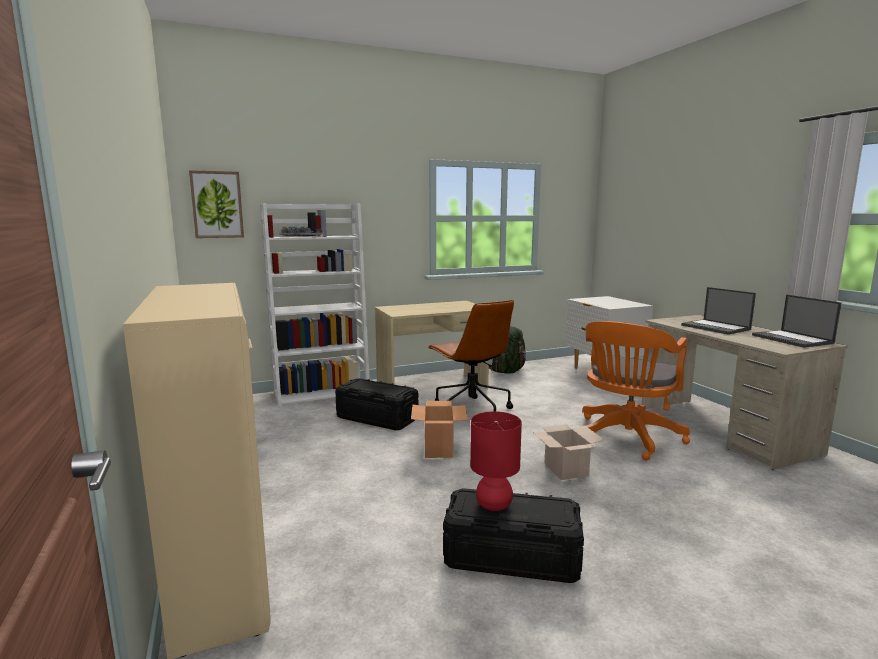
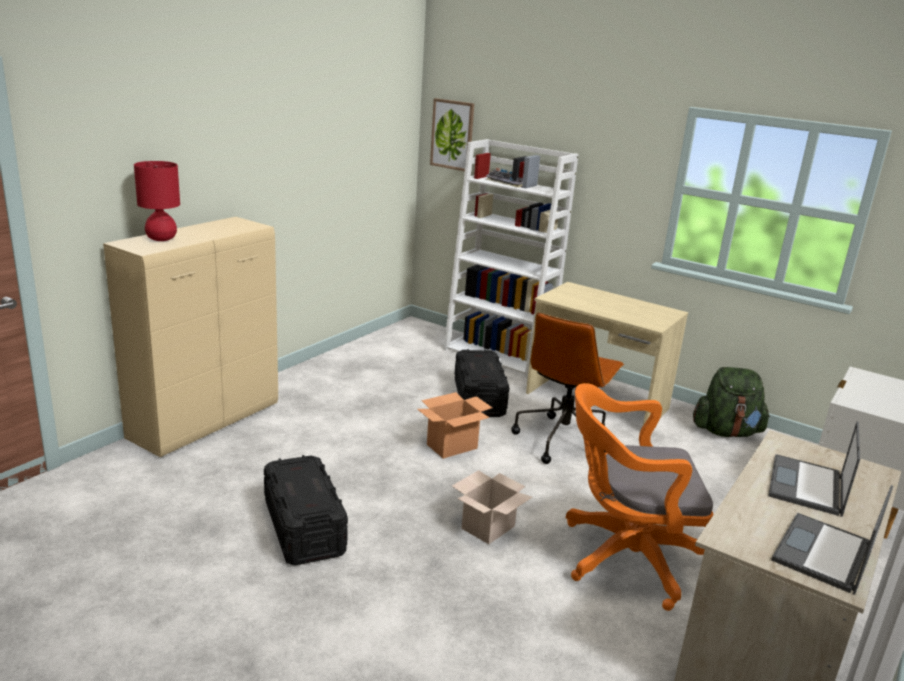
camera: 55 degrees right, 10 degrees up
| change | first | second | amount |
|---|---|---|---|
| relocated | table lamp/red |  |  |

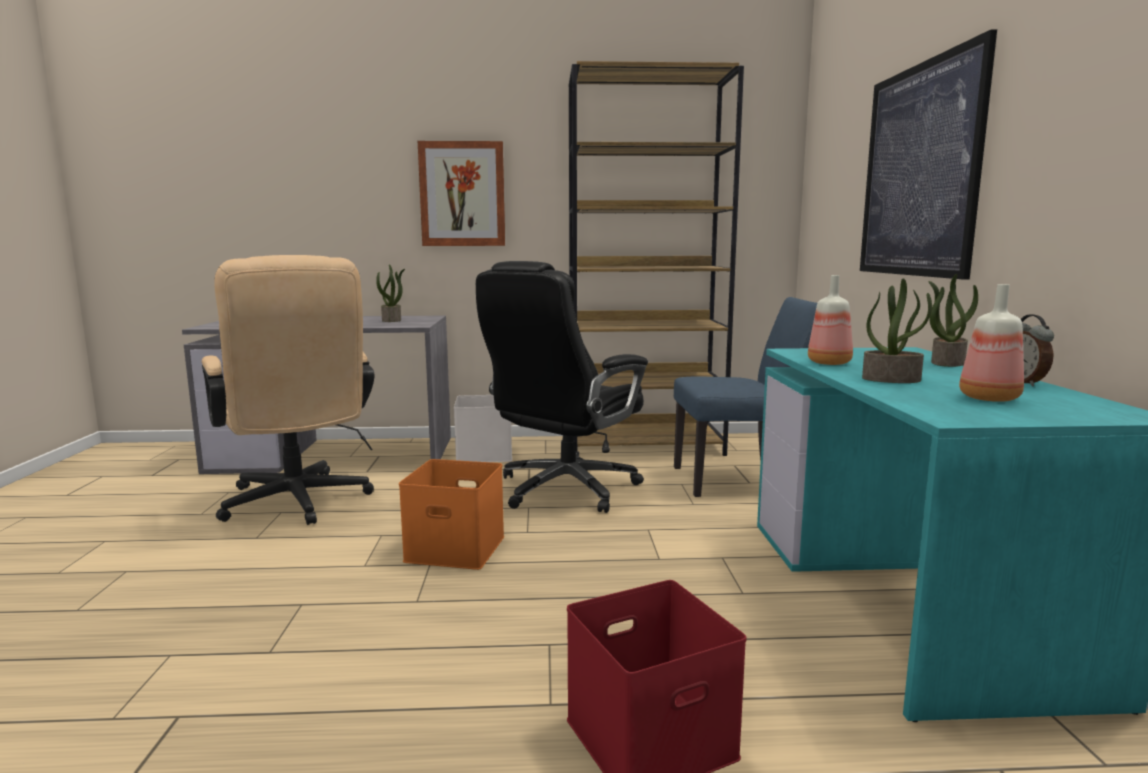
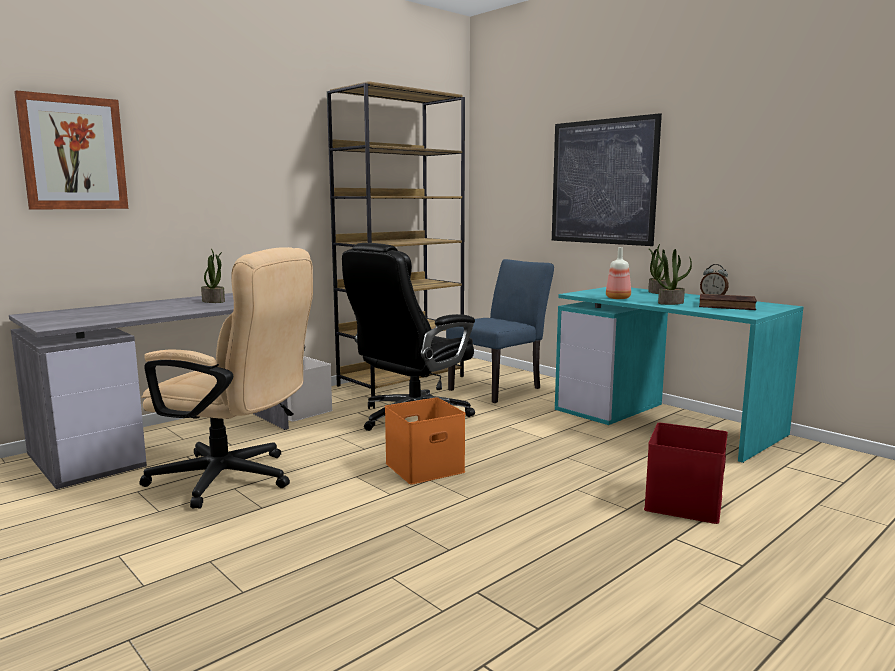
camera: 40 degrees left, 0 degrees up
| change | first | second | amount |
|---|---|---|---|
| relocated | picture (no. 1 from left) |  |  |
| spun | office chair/black |  | 45 degrees clockwise |
| exchanged | bottle (no. 2 from left) | book/brown |  |

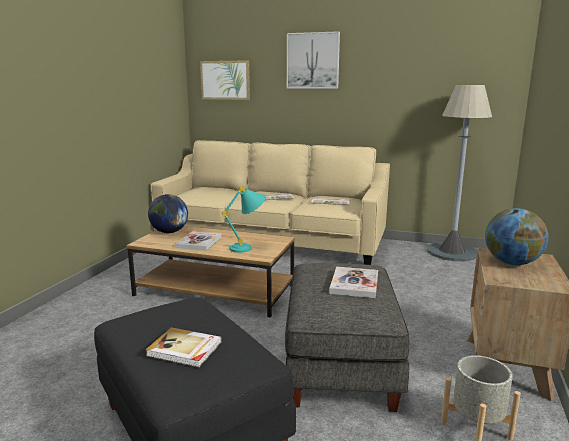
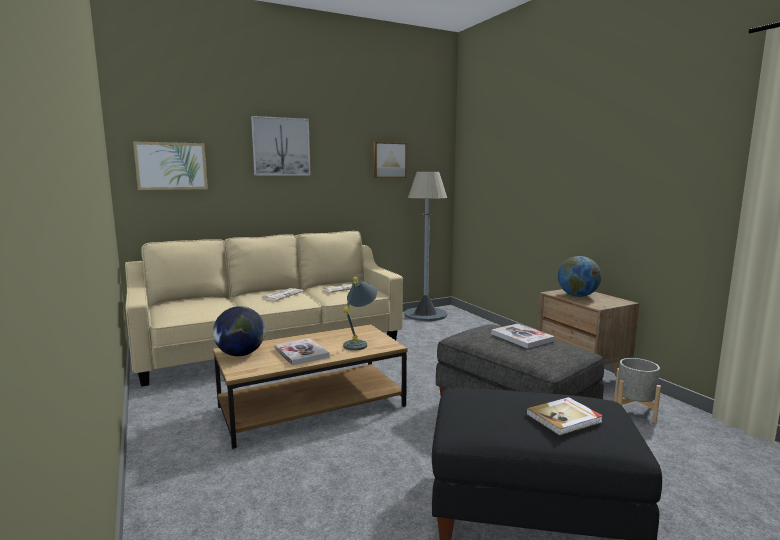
camera: 45 degrees left, 5 degrees down
| change | first | second | amount |
|---|---|---|---|
| colour | table lamp/turquoise | table lamp/grey |  |
| appeared |  | picture (no. 3 from left) |  |

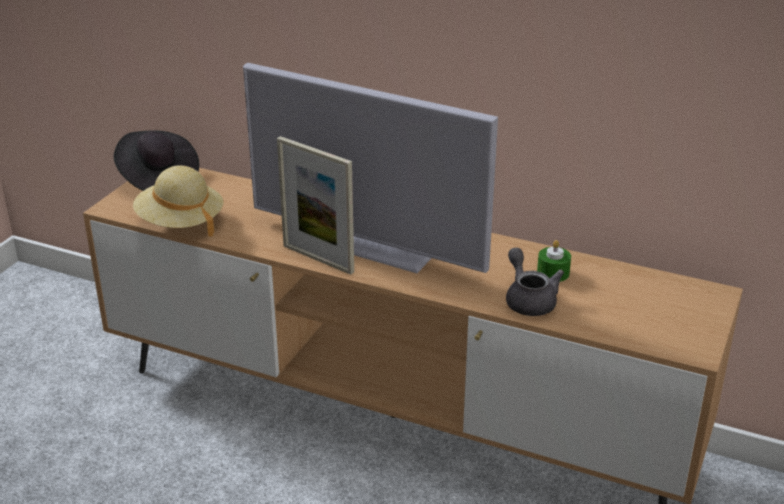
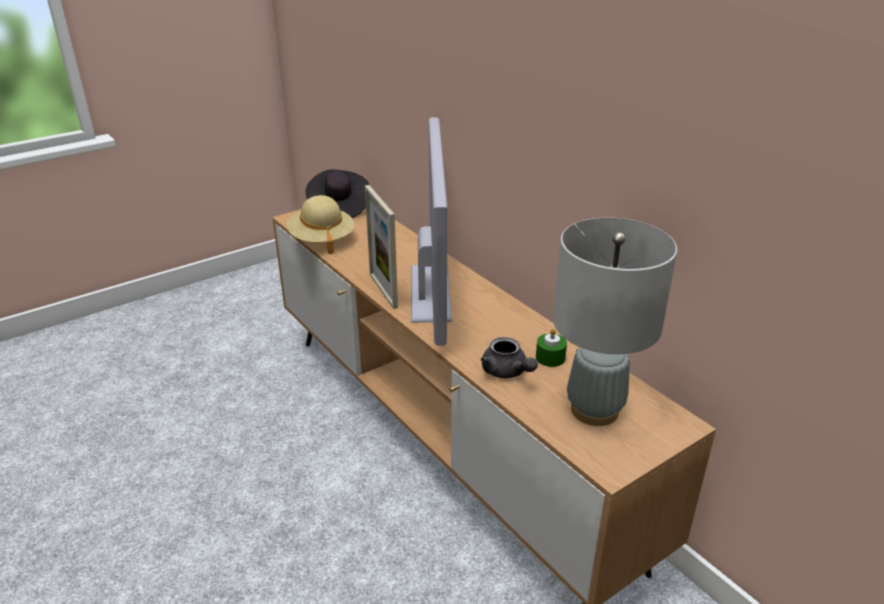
camera: 30 degrees right, 0 degrees up
| change | first | second | amount |
|---|---|---|---|
| spun | television |  | 150 degrees counterclockwise |
| spun | teapot/grey |  | 135 degrees clockwise |
| appeared |  | table lamp/grey |  |

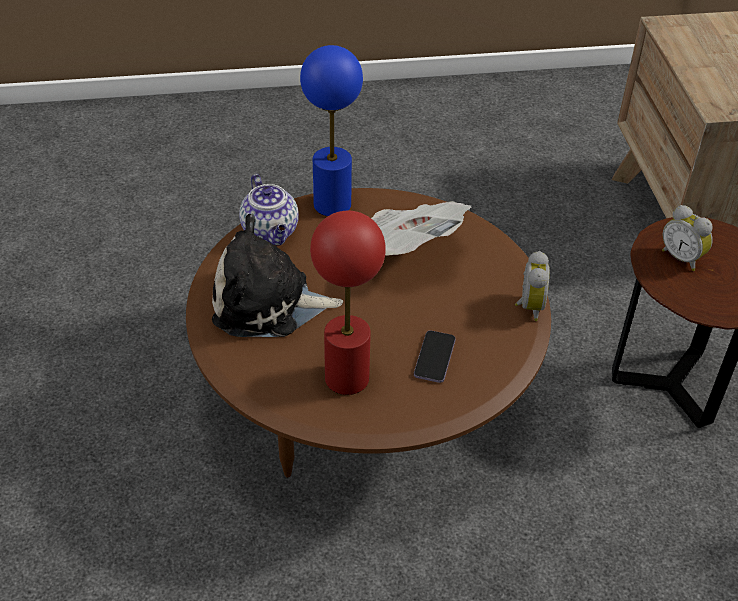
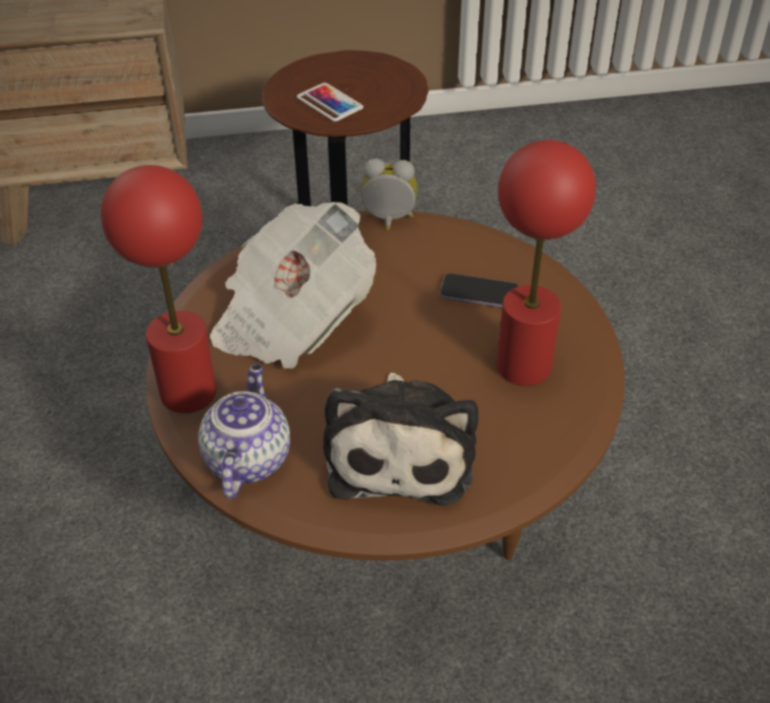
camera: 90 degrees left, 0 degrees up
| change | first | second | amount |
|---|---|---|---|
| colour | table lamp/blue | table lamp/red (no. 1 from left) |  |
| spun | teapot |  | 60 degrees counterclockwise |
| exchanged | alarm clock (no. 2 from left) | phone (no. 1 from left) |  |

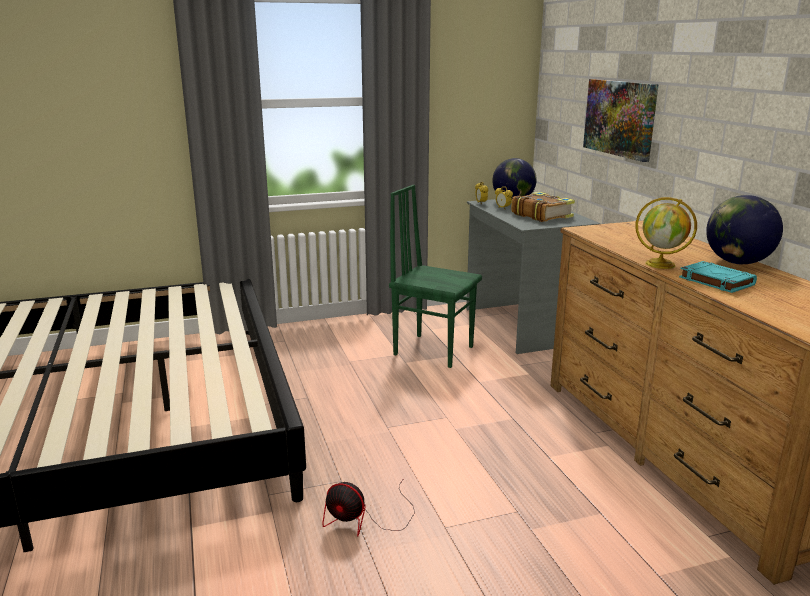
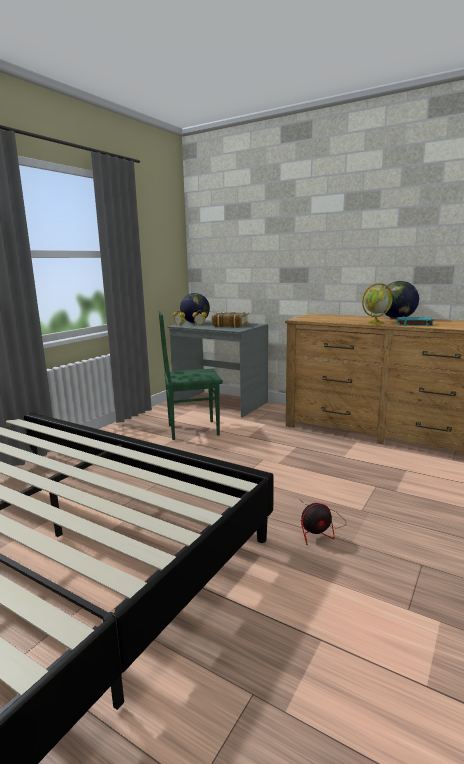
camera: 40 degrees left, 5 degrees down
| change | first | second | amount |
|---|---|---|---|
| missing | picture |  |  |

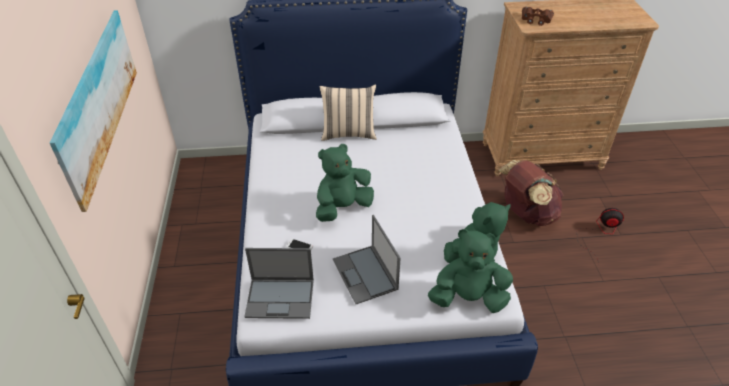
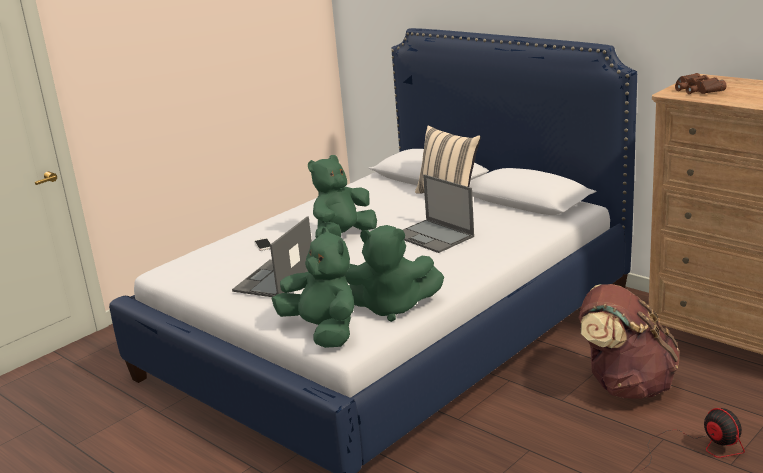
camera: 50 degrees right, 20 degrees down
| change | first | second | amount |
|---|---|---|---|
| missing | picture |  |  |
| spun | plush toy/green (no. 1 from left in the first image) | plush toy/green (no. 2 from left) | 60 degrees counterclockwise |
| relocated | laptop (no. 1 from left in the first image) | laptop (no. 2 from left) |  |

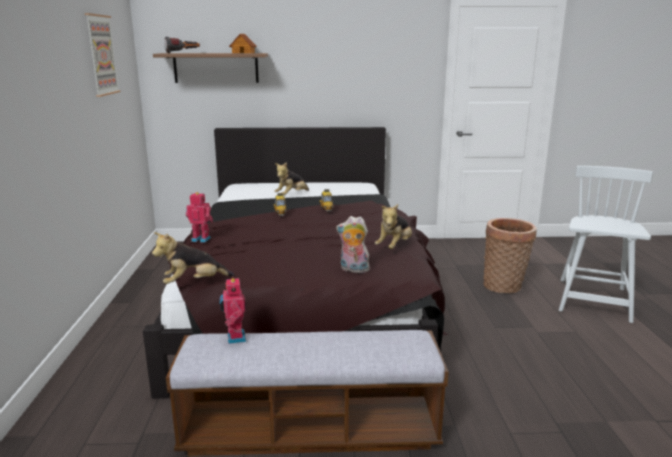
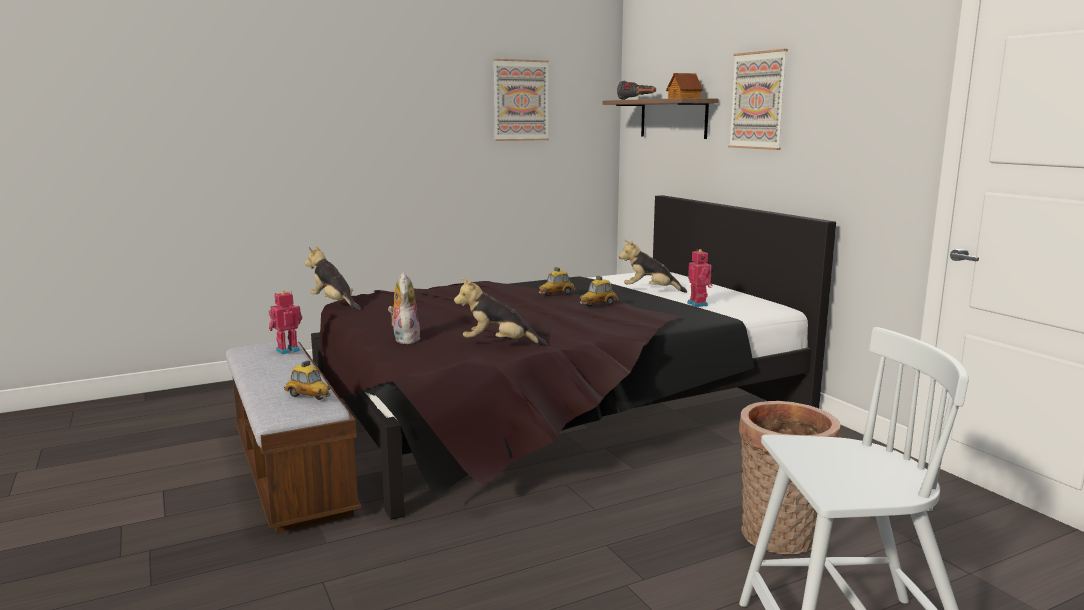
camera: 65 degrees right, 5 degrees down
| change | first | second | amount |
|---|---|---|---|
| relocated | toy robot (no. 1 from left in the first image) | toy robot (no. 2 from left) |  |
| appeared |  | picture (no. 2 from left) |  |
| appeared |  | toy car (no. 1 from left) |  |

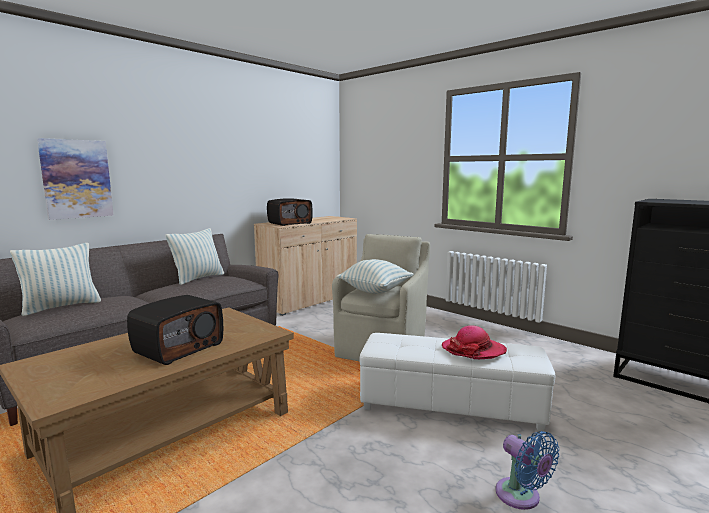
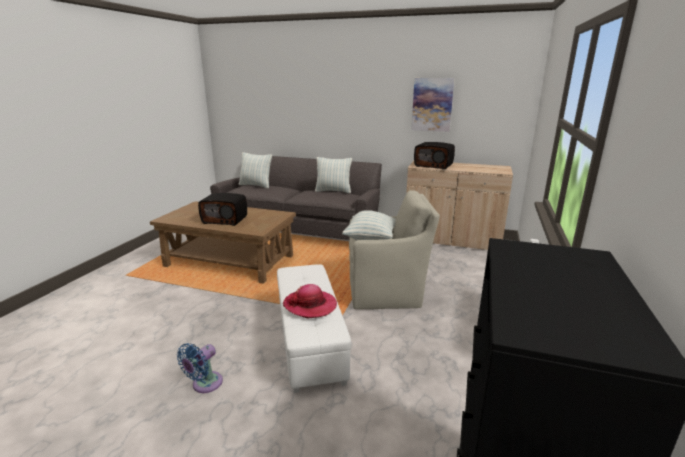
camera: 65 degrees right, 10 degrees up
| change | first | second | amount |
|---|---|---|---|
| relocated | picture |  |  |

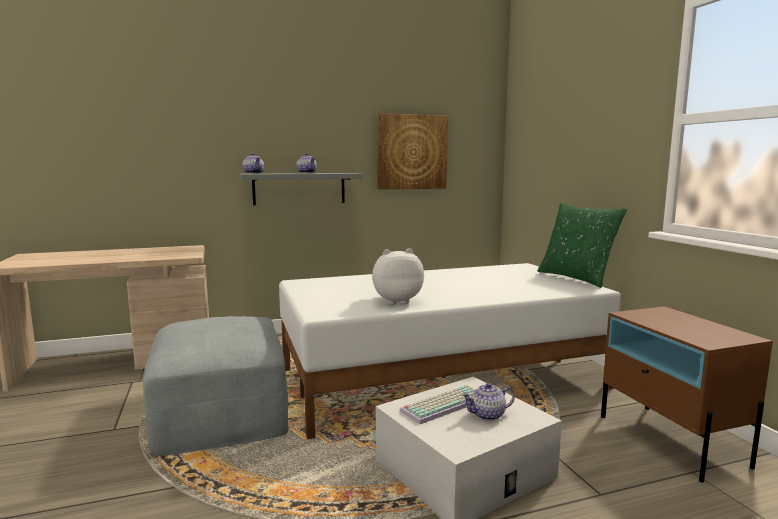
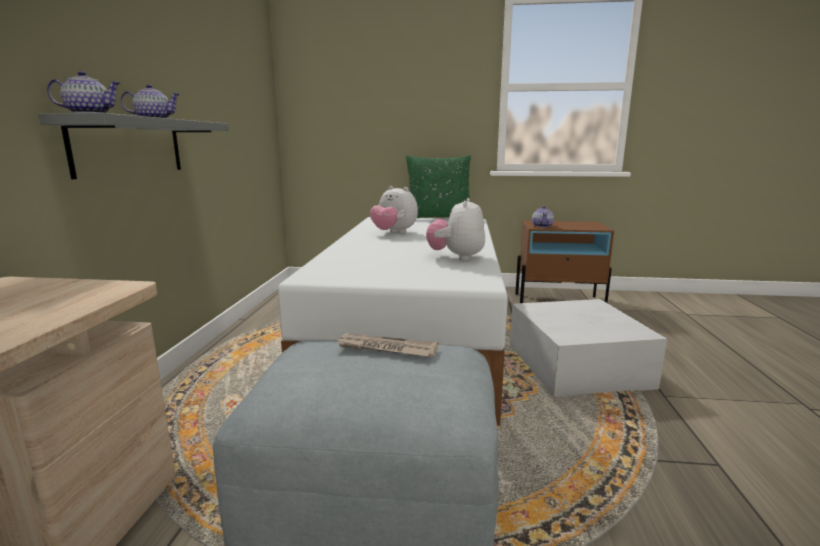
camera: 65 degrees left, 5 degrees up
| change | first | second | amount |
|---|---|---|---|
| missing | picture |  |  |
| relocated | teapot (no. 3 from left) |  |  |
| missing | keyboard |  |  |
| appeared |  | plush toy (no. 1 from left) |  |
| appeared |  | newspaper |  |

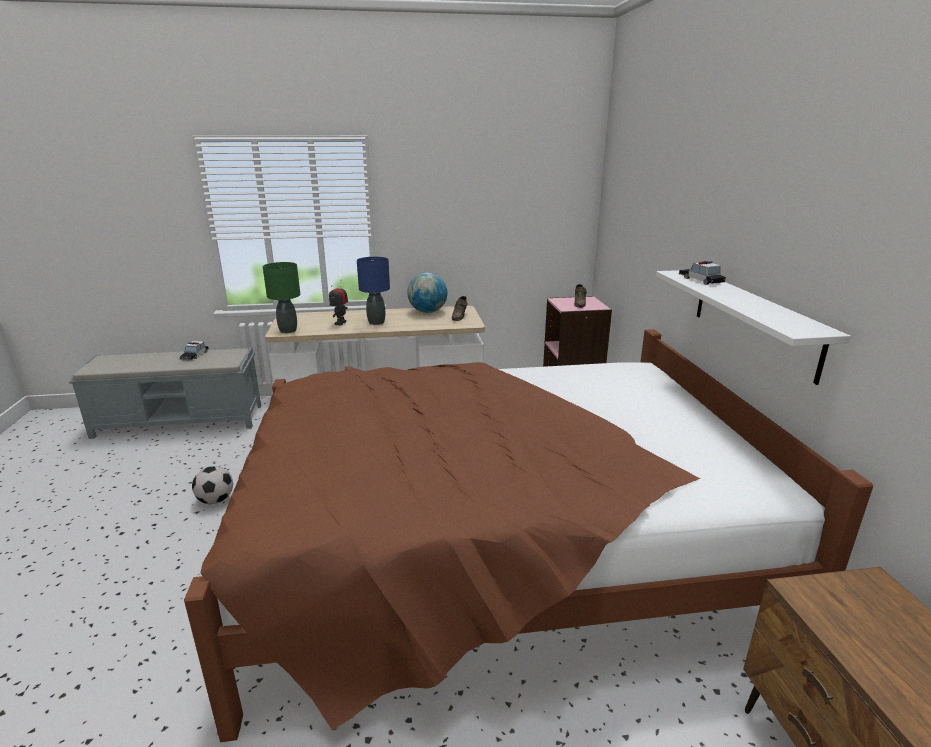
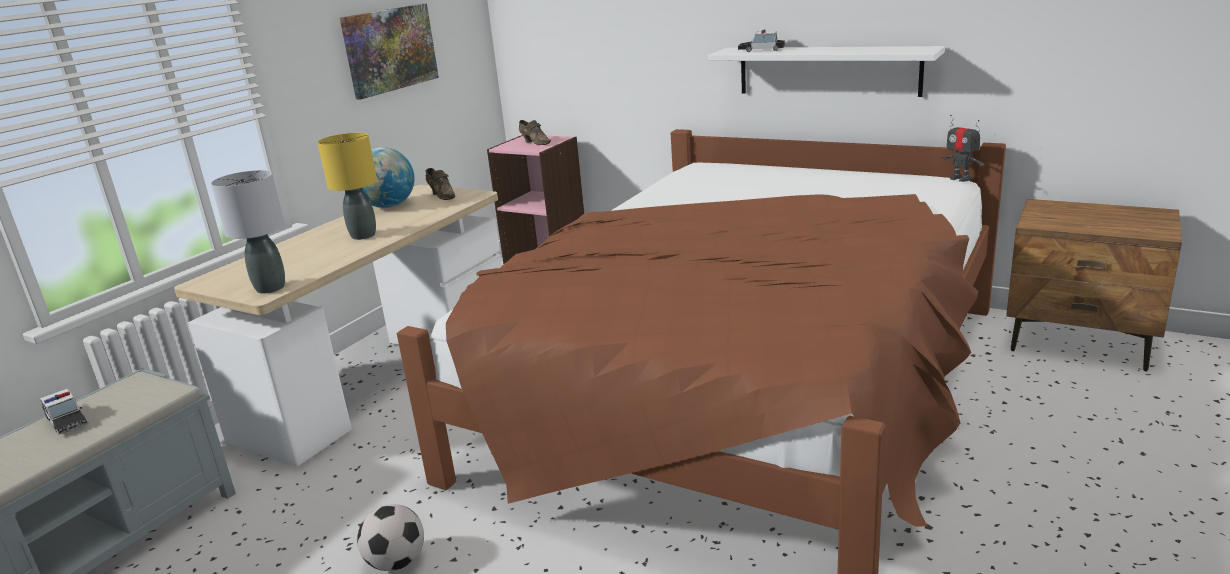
camera: 50 degrees left, 0 degrees up
| change | first | second | amount |
|---|---|---|---|
| colour | table lamp/blue | table lamp/yellow |  |
| colour | table lamp/green | table lamp/grey |  |
| relocated | toy robot |  |  |
| appeared |  | picture |  |

